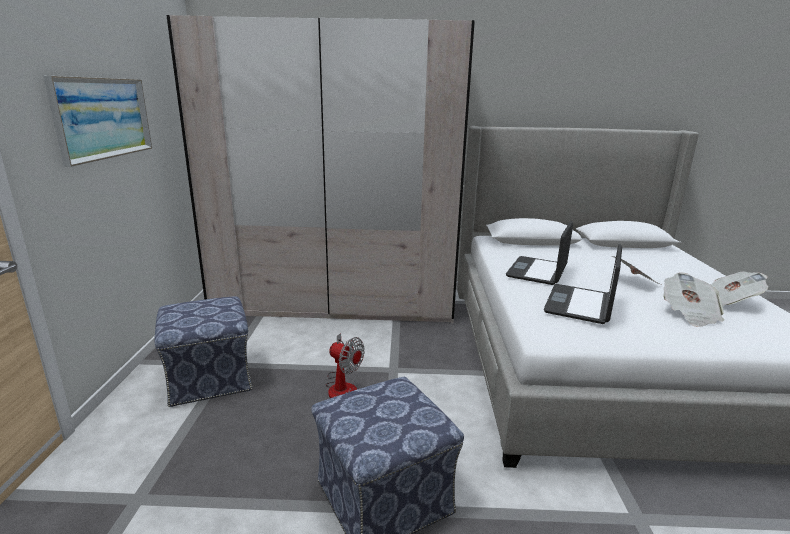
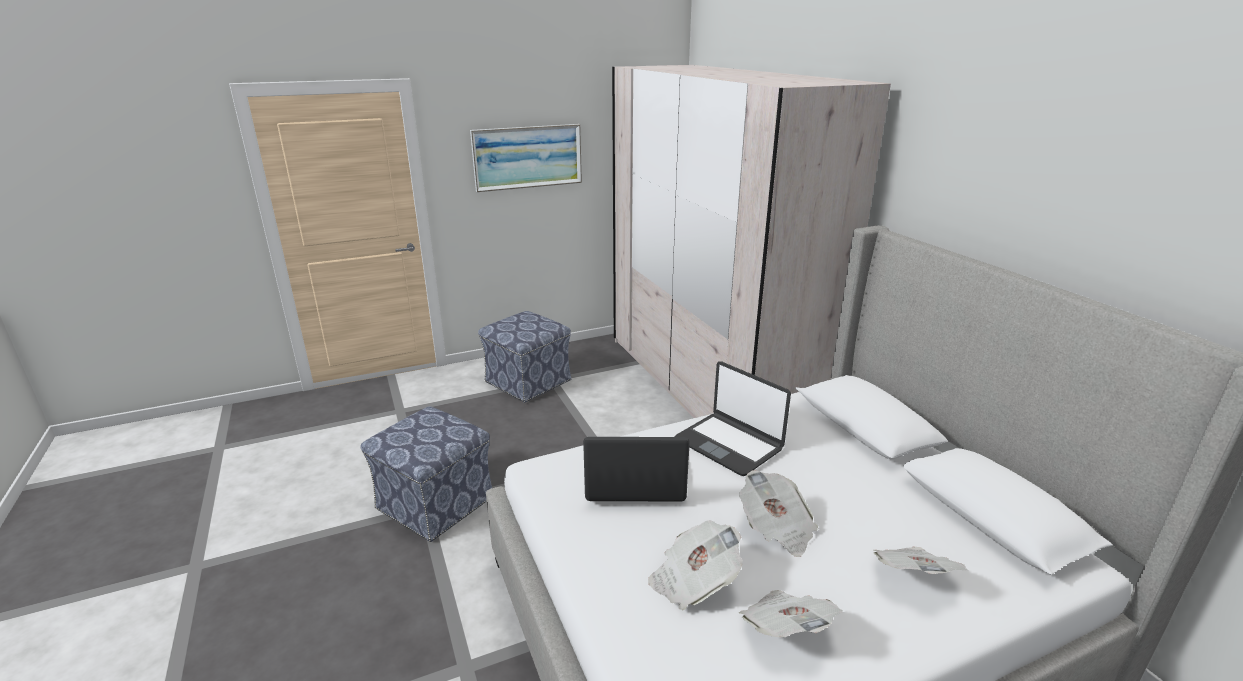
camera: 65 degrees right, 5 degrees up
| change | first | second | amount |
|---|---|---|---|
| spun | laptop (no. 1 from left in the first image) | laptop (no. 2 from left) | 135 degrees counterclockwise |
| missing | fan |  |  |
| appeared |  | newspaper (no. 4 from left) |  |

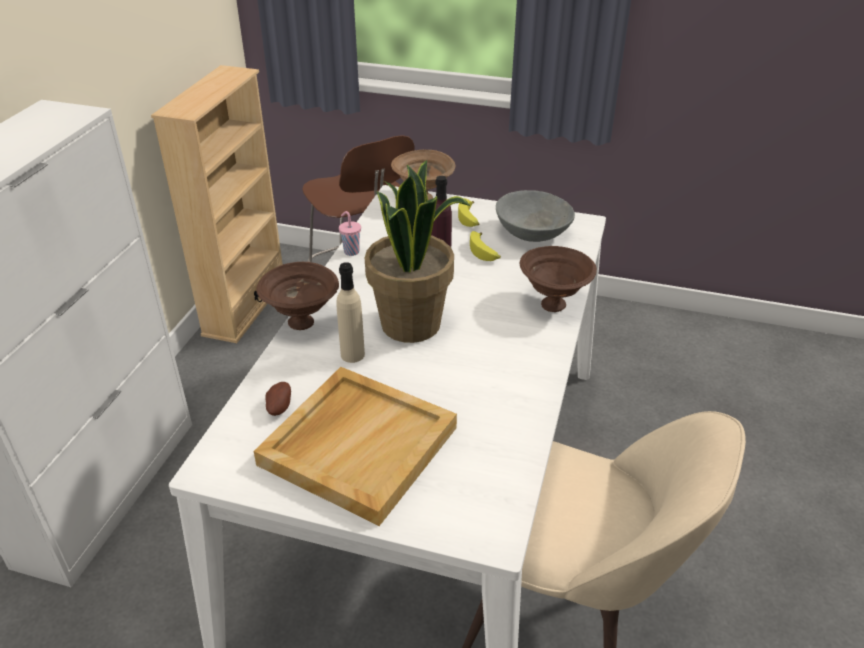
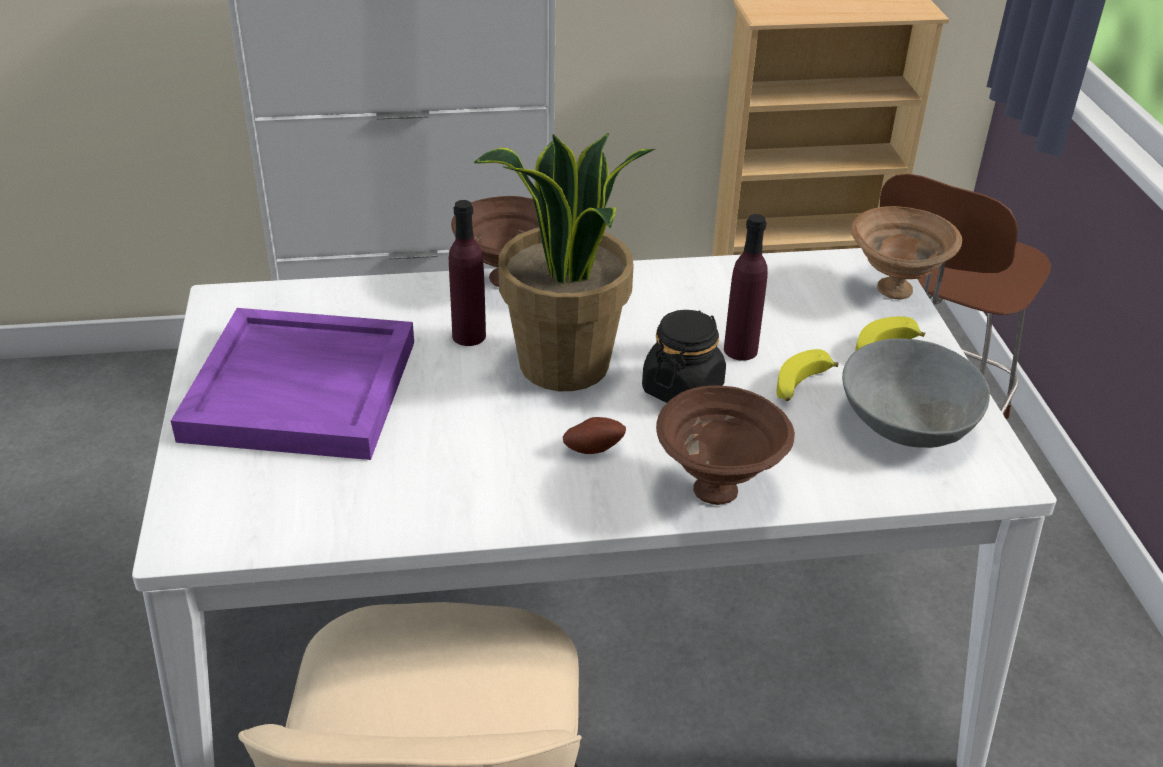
camera: 65 degrees right, 0 degrees up
| change | first | second | amount |
|---|---|---|---|
| missing | cup/pink |  |  |
| colour | bottle/beige | bottle/purple (no. 1 from left) |  |
| colour | tray/beige | tray/purple |  |
| relocated | potato |  |  |
| appeared |  | jar/black |  |

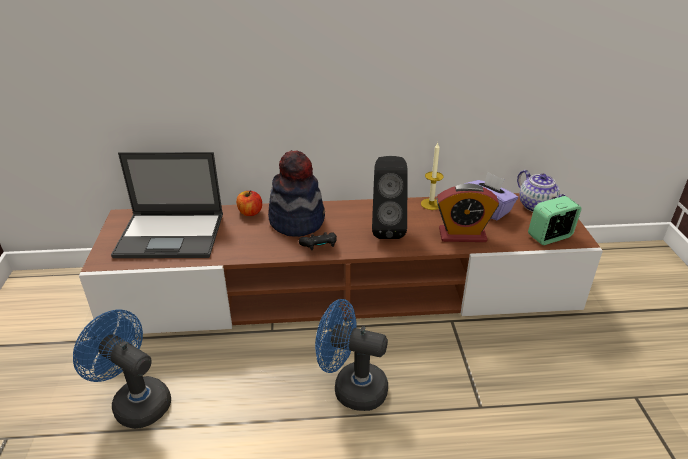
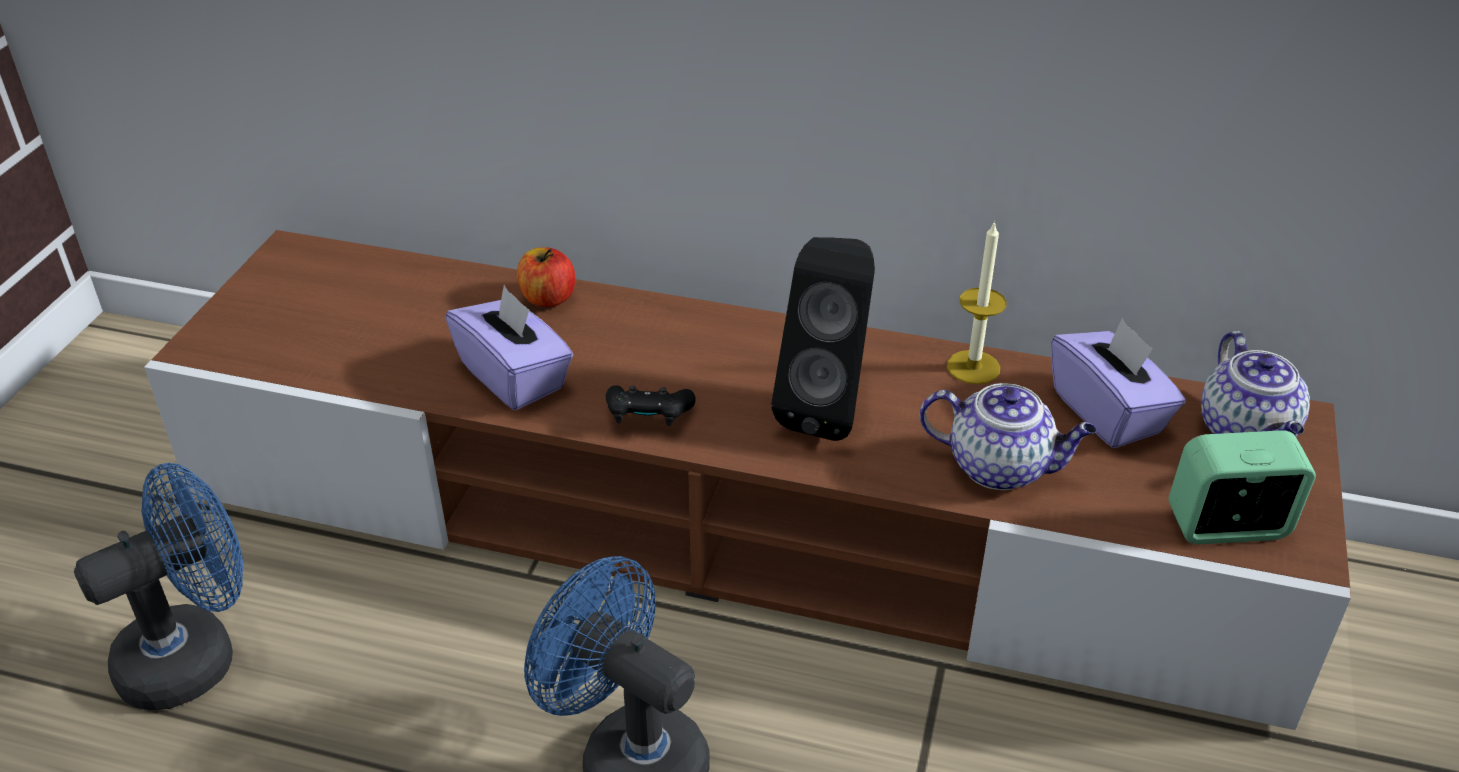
camera: 20 degrees right, 5 degrees up
| change | first | second | amount |
|---|---|---|---|
| missing | hat |  |  |
| missing | laptop |  |  |
| exchanged | alarm clock (no. 1 from left) | teapot (no. 1 from left) |  |
| spun | fan/blue (no. 1 from left) |  | 90 degrees clockwise |
| appeared |  | tissue box/purple (no. 1 from left) |  |

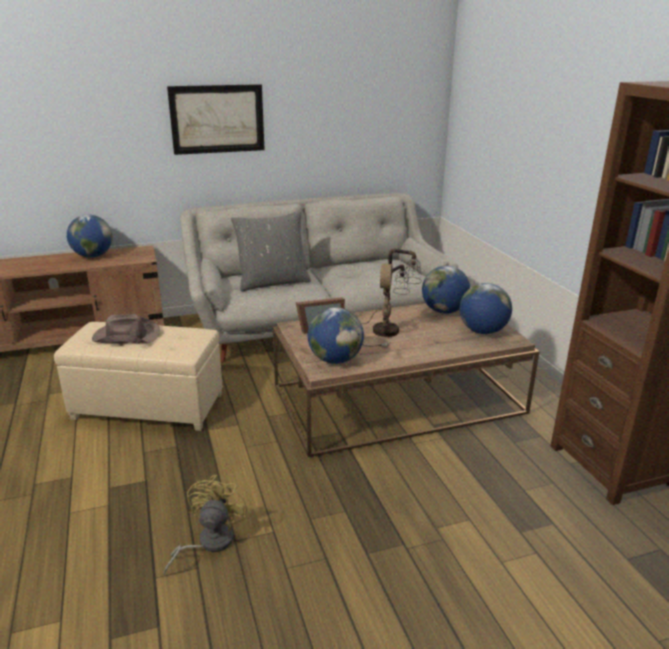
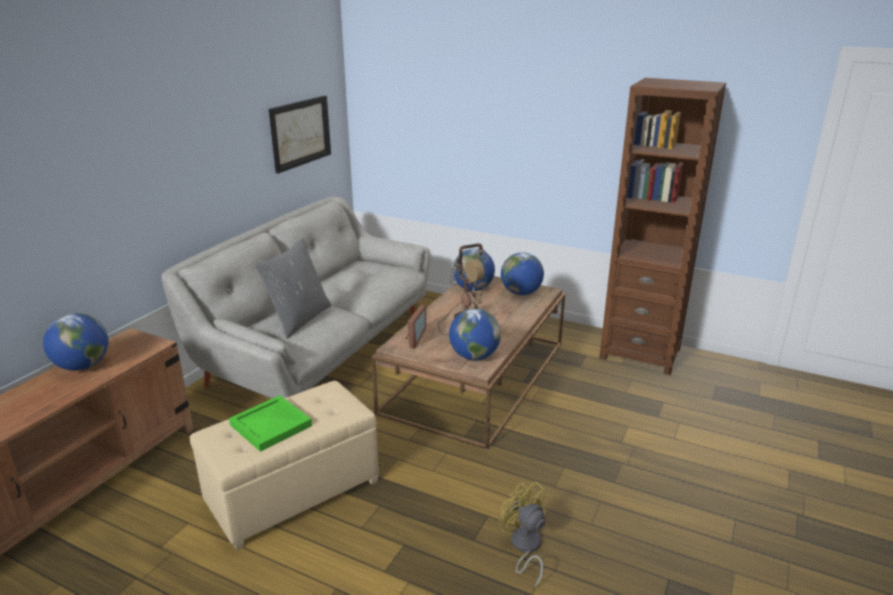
camera: 45 degrees left, 0 degrees up
| change | first | second | amount |
|---|---|---|---|
| relocated | picture |  |  |
| exchanged | hat/brown | tray/green |  |

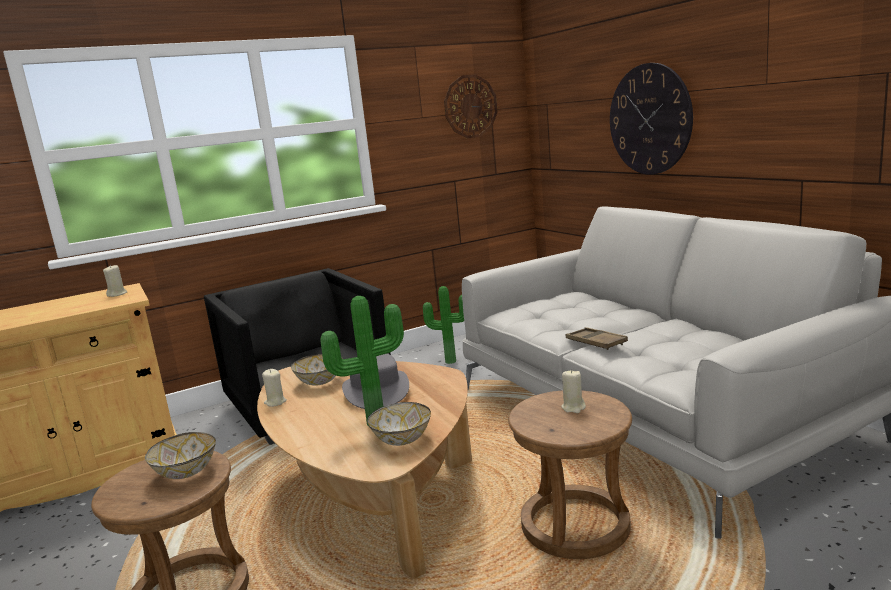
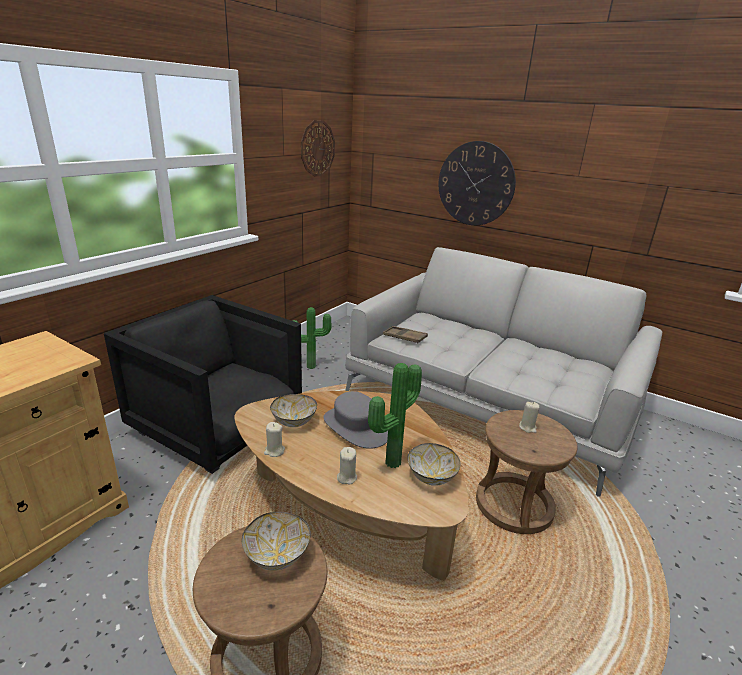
camera: 30 degrees left, 10 degrees up
| change | first | second | amount |
|---|---|---|---|
| relocated | candle/beige (no. 1 from left in the first image) | candle/beige (no. 2 from left) |  |
| relocated | tray/brown |  |  |

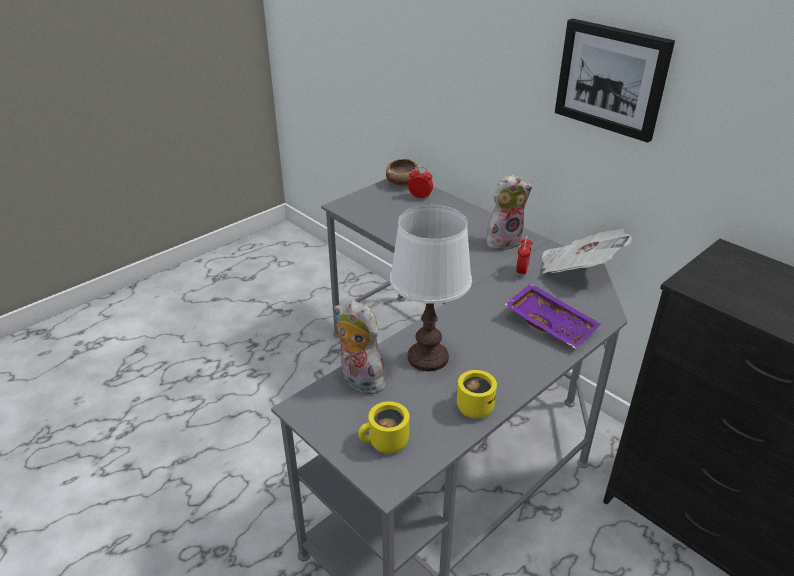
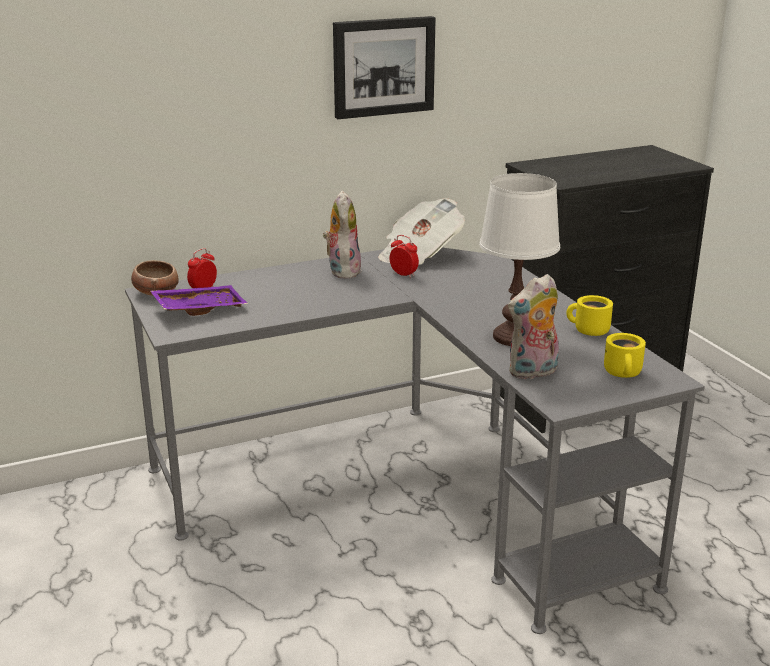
camera: 70 degrees left, 10 degrees down
| change | first | second | amount |
|---|---|---|---|
| relocated | tray/purple |  |  |

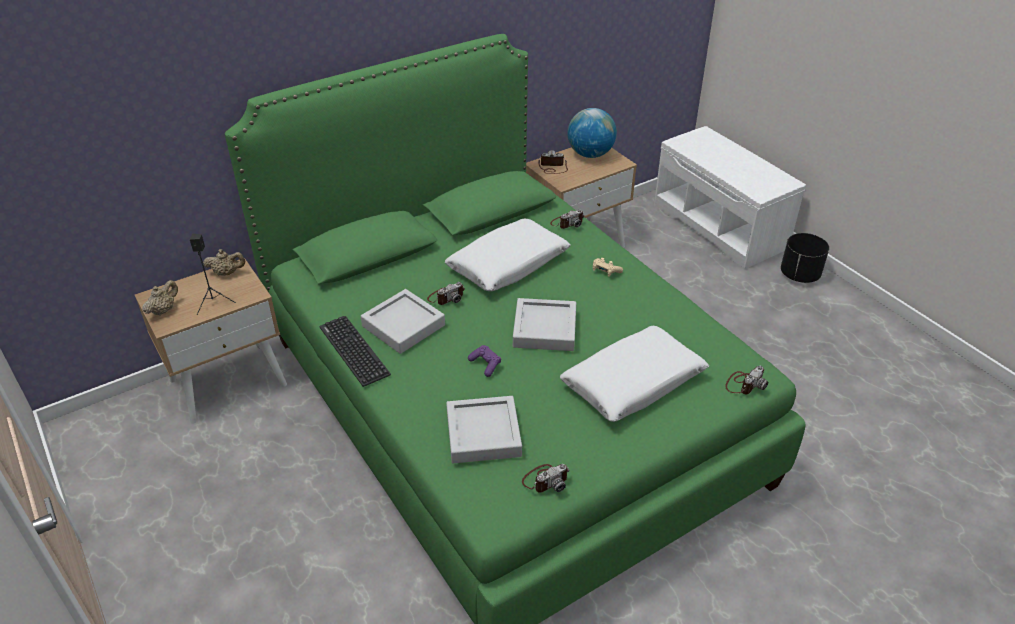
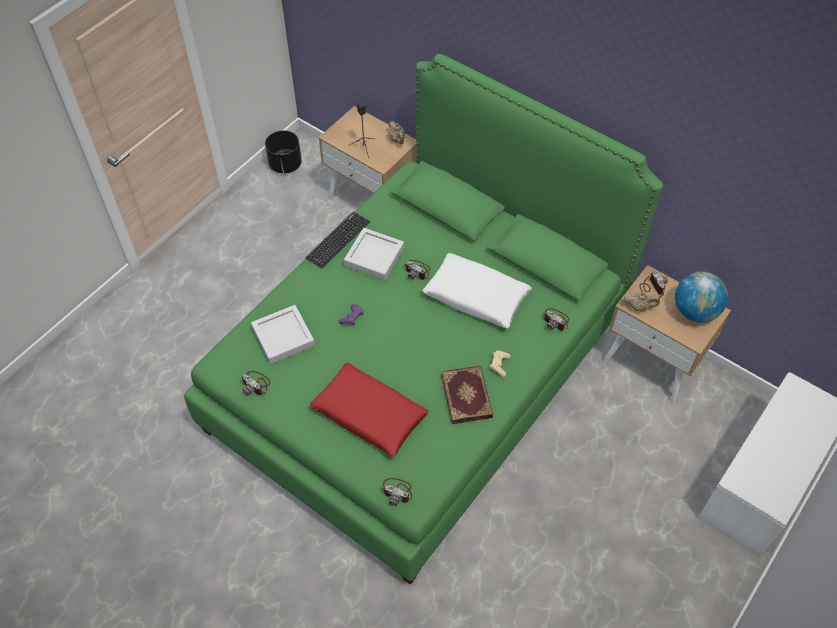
camera: 70 degrees right, 15 degrees up
| change | first | second | amount |
|---|---|---|---|
| relocated | planter/black |  |  |
| relocated | teapot/beige (no. 1 from left in the first image) | teapot/beige (no. 2 from left) |  |
| missing | tray/grey (no. 3 from left) |  |  |
| colour | pillow/white (no. 2 from left) | pillow/red |  |
| appeared |  | book |  |

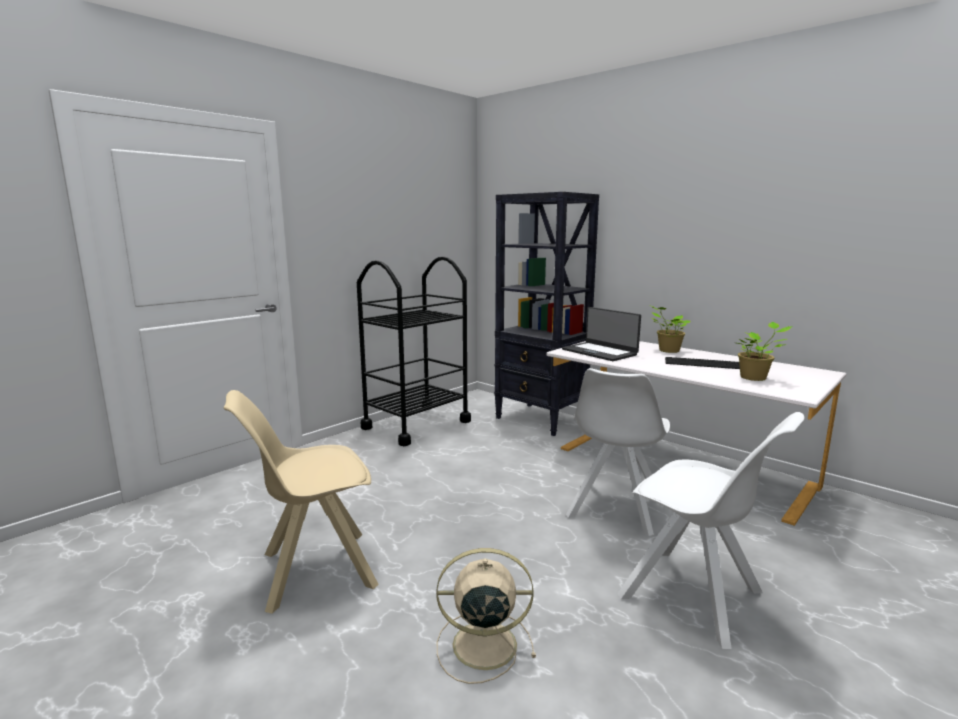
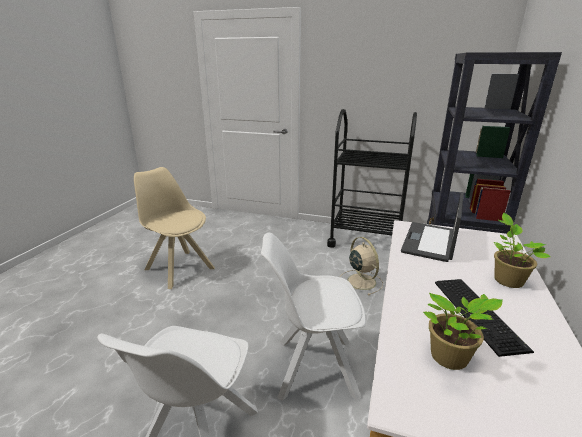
camera: 65 degrees right, 10 degrees up
| change | first | second | amount |
|---|---|---|---|
| relocated | fan/beige |  |  |

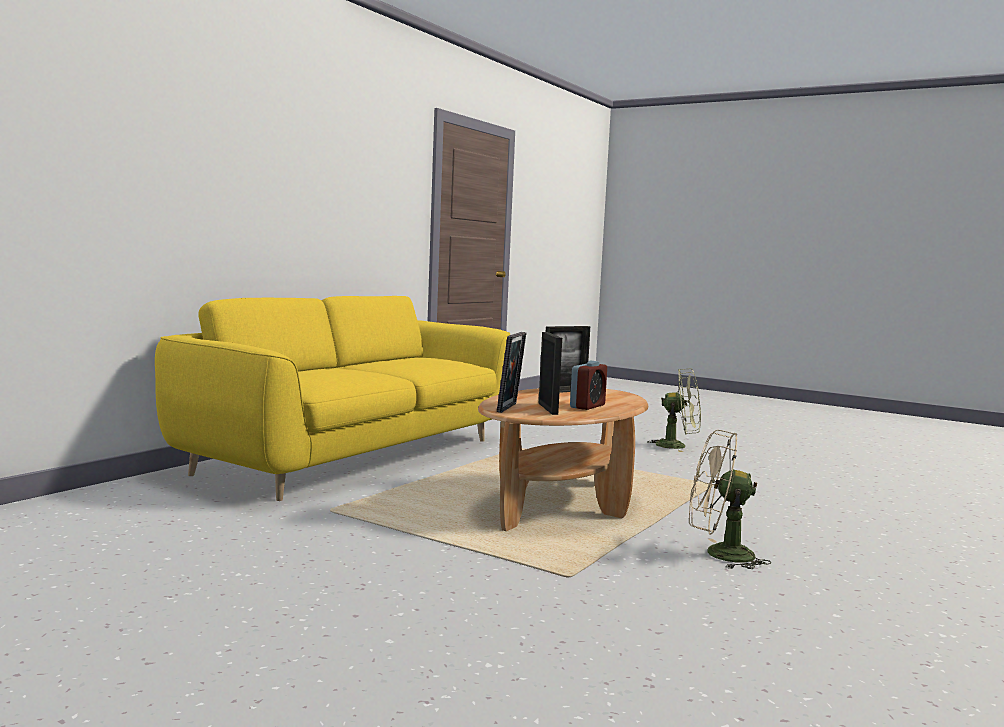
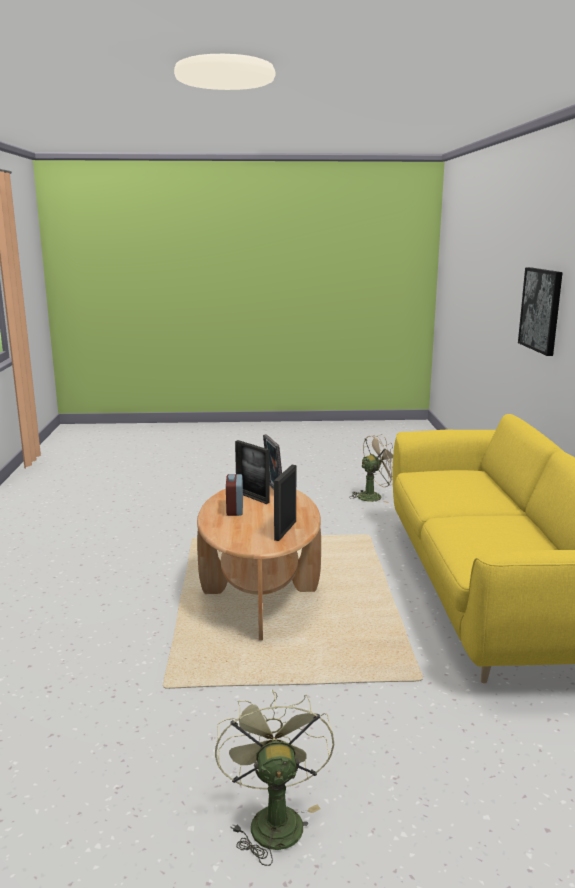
camera: 145 degrees right, 10 degrees up
| change | first | second | amount |
|---|---|---|---|
| spun | fan/green |  | 105 degrees clockwise |
| relocated | fan/beige |  |  |
| appeared |  | picture |  |

